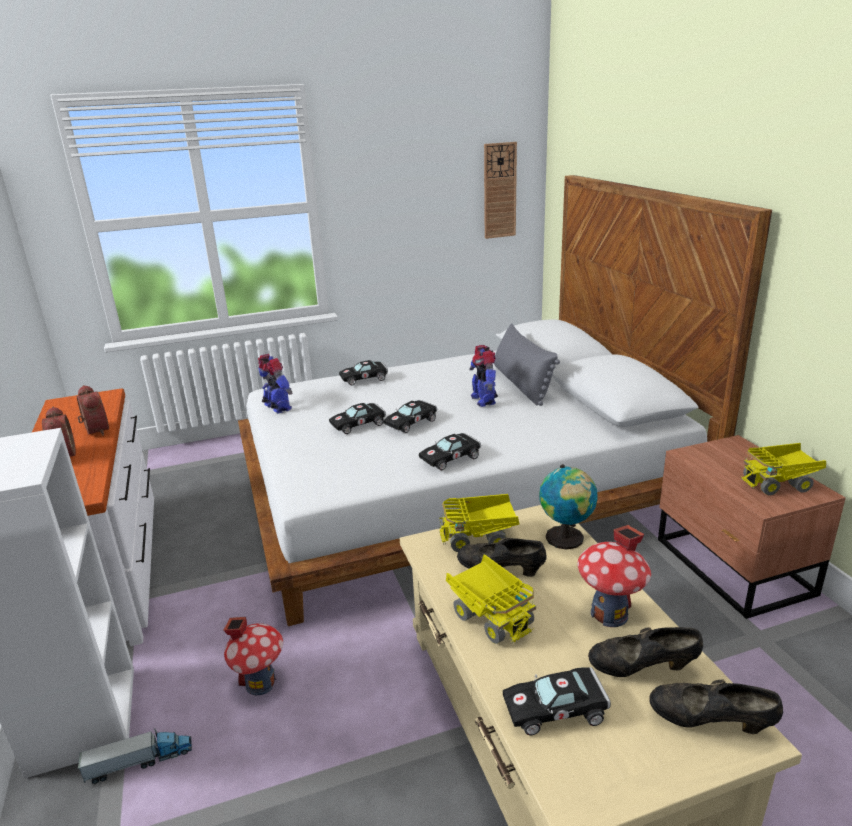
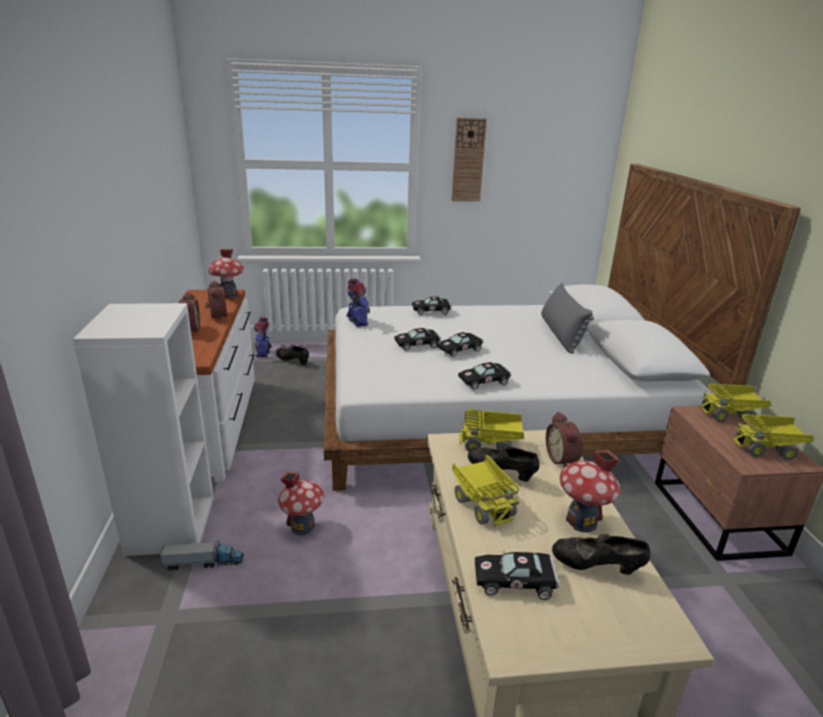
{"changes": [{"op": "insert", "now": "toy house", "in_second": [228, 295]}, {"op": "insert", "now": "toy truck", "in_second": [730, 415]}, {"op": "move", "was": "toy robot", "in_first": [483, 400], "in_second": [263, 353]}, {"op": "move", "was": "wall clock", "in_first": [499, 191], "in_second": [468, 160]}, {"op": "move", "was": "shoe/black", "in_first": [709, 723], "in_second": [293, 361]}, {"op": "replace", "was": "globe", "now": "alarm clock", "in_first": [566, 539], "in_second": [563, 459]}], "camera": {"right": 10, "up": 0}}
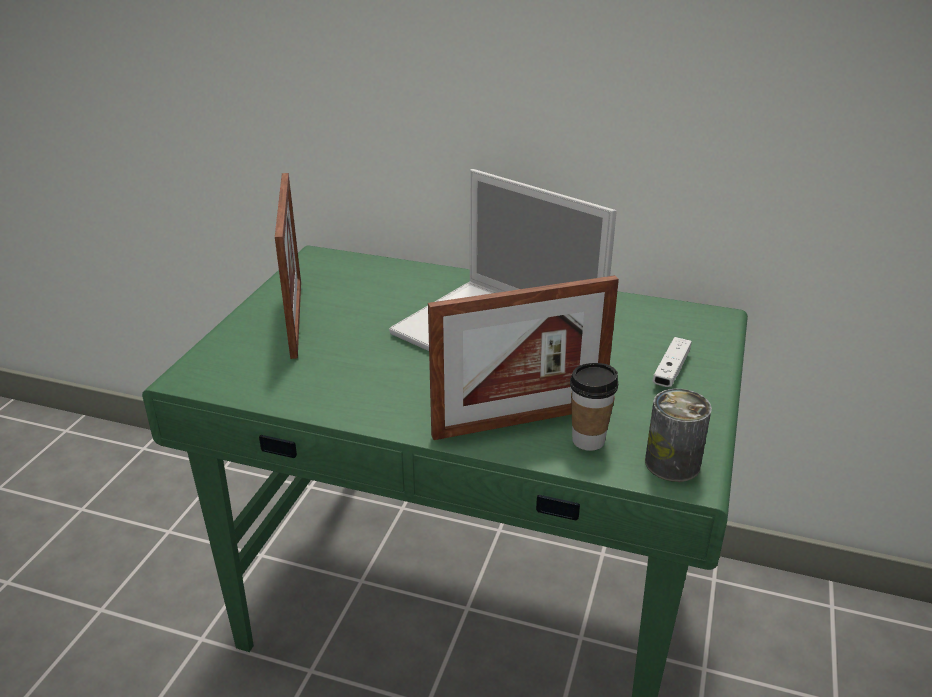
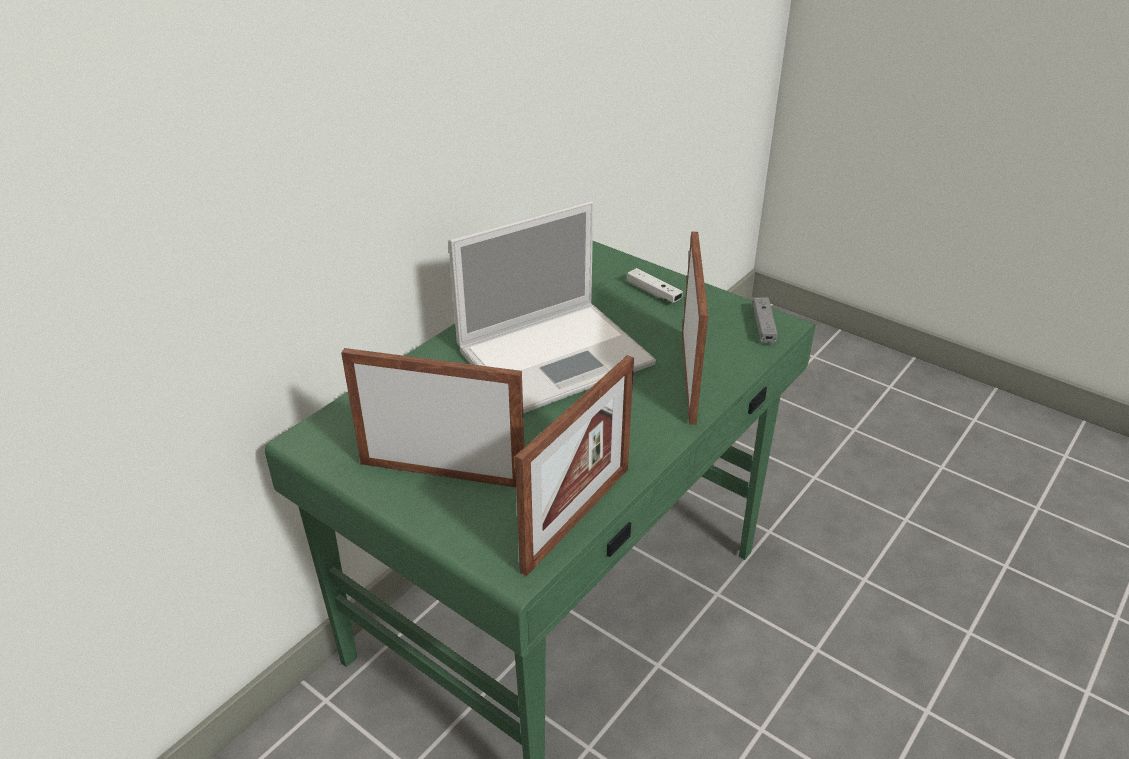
{"changes": [{"op": "delete", "was": "cup", "in_first": [588, 440]}, {"op": "insert", "now": "picture frame", "in_second": [577, 518]}, {"op": "replace", "was": "can", "now": "game controller/grey", "in_first": [672, 463], "in_second": [763, 326]}], "camera": {"right": -70, "up": 5}}
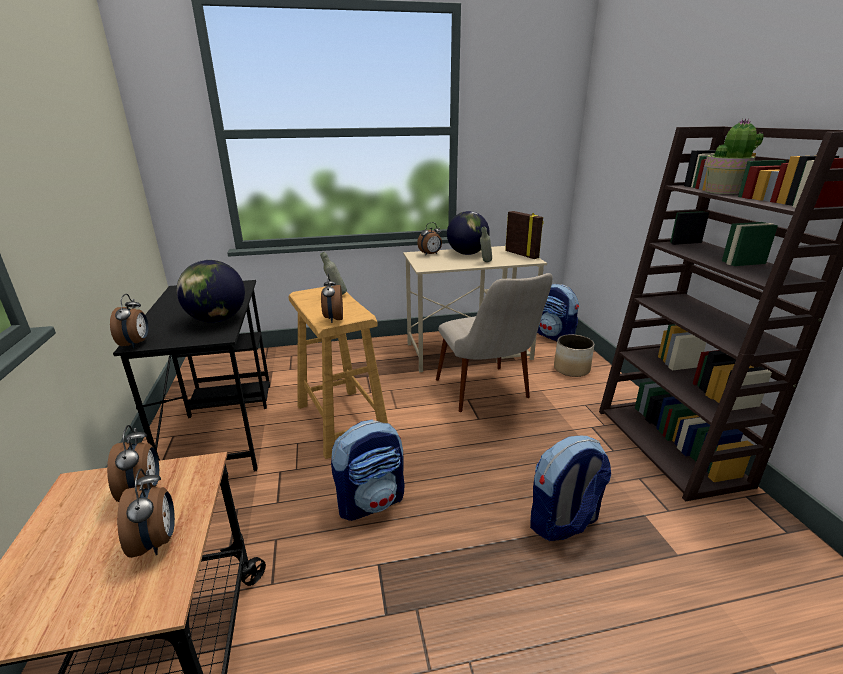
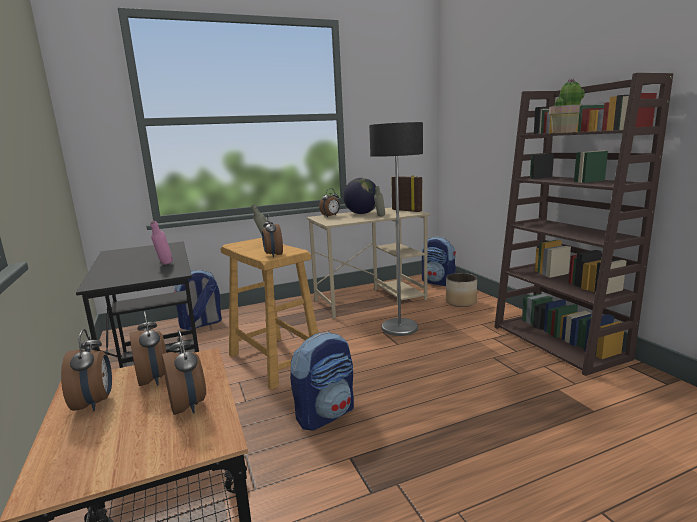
{"changes": [{"op": "move", "was": "alarm clock", "in_first": [136, 343], "in_second": [95, 403]}, {"op": "move", "was": "backpack", "in_first": [563, 522], "in_second": [201, 324]}, {"op": "replace", "was": "globe", "now": "bottle/pink", "in_first": [217, 320], "in_second": [164, 265]}, {"op": "replace", "was": "chair/beige", "now": "floor lamp", "in_first": [488, 396], "in_second": [399, 328]}], "camera": {"right": -10, "up": -10}}
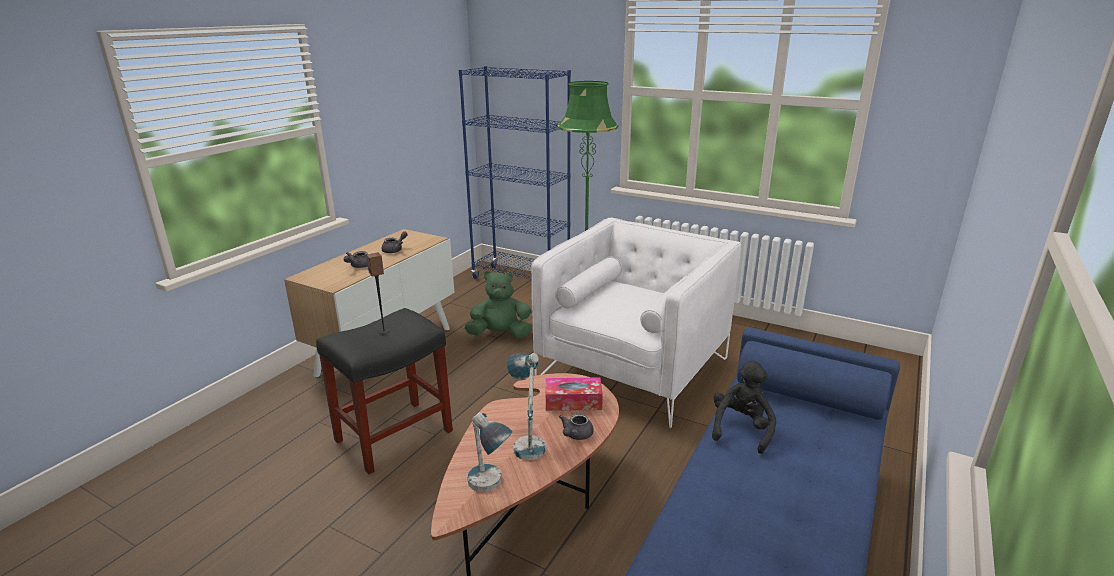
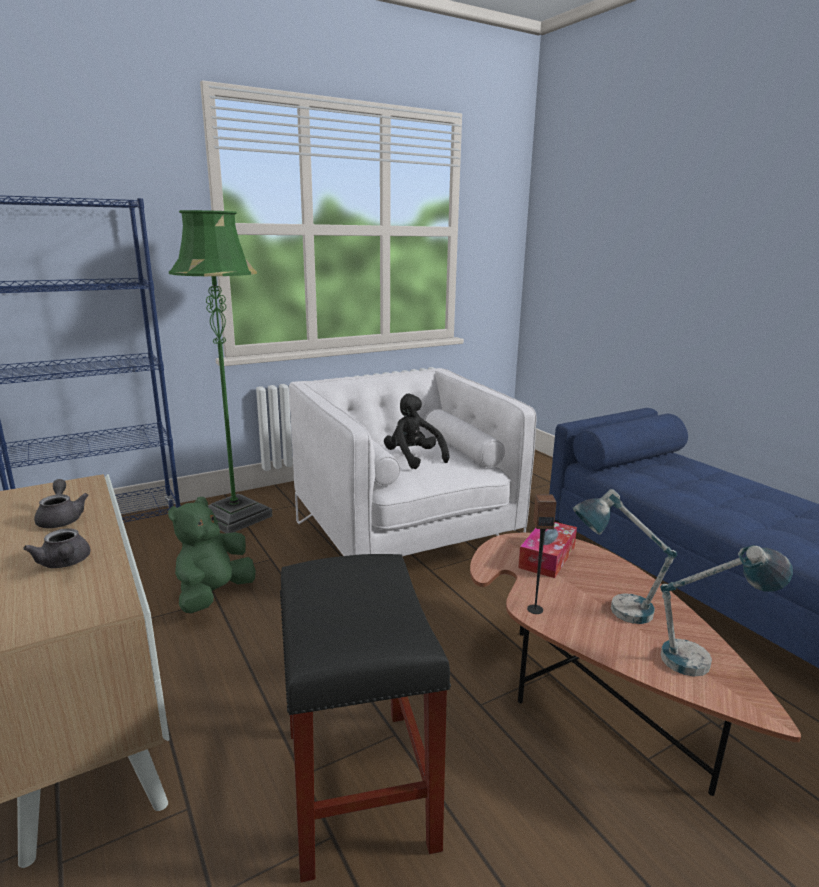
{"changes": [{"op": "delete", "was": "teapot/grey", "in_first": [576, 435]}, {"op": "move", "was": "speaker", "in_first": [384, 331], "in_second": [535, 609]}, {"op": "move", "was": "plush toy/black", "in_first": [741, 429], "in_second": [413, 458]}], "camera": {"right": -60, "up": -5}}
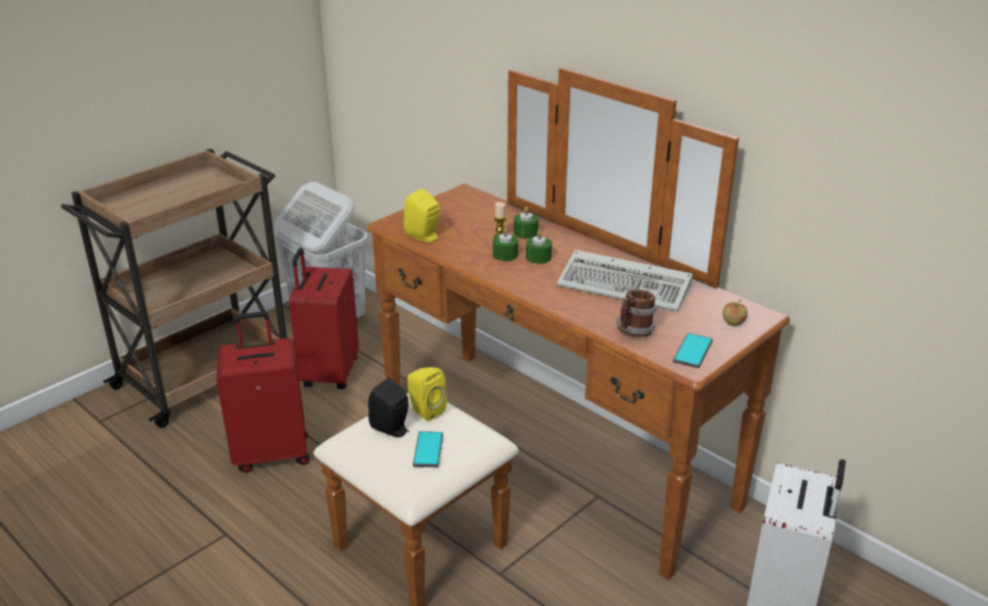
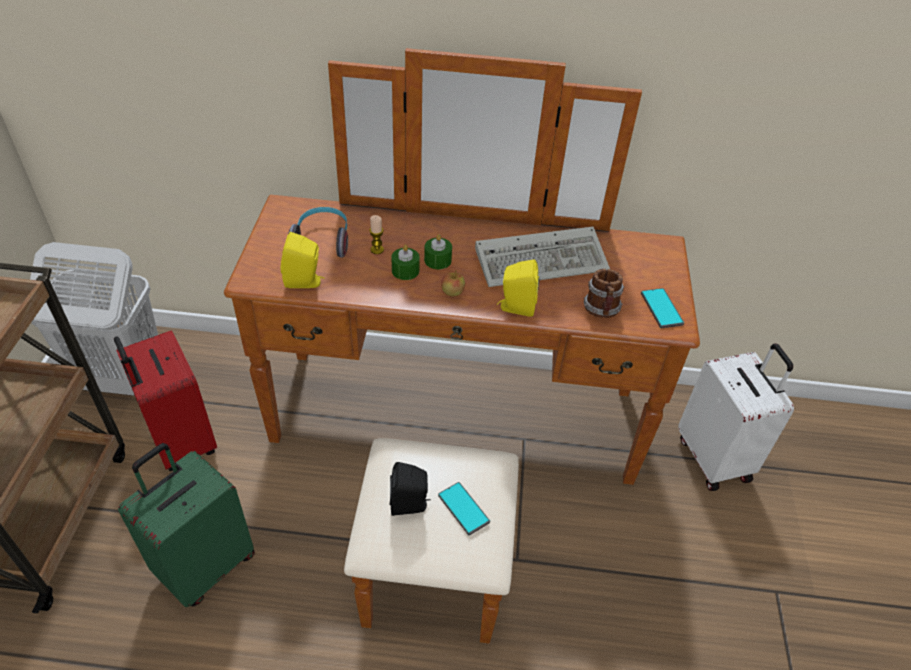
{"changes": [{"op": "delete", "was": "candle/green", "in_first": [525, 233]}, {"op": "insert", "now": "headphones", "in_second": [322, 240]}, {"op": "move", "was": "speaker/yellow", "in_first": [425, 410], "in_second": [515, 307]}, {"op": "move", "was": "apple", "in_first": [733, 323], "in_second": [452, 292]}, {"op": "recolor", "was": "suitcase/red", "now": "suitcase/green", "in_first": [272, 453], "in_second": [205, 565]}], "camera": {"right": -40, "up": 15}}
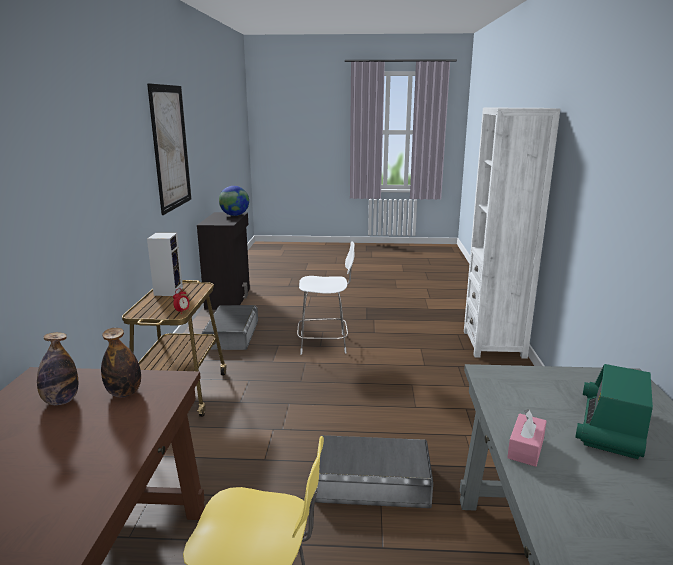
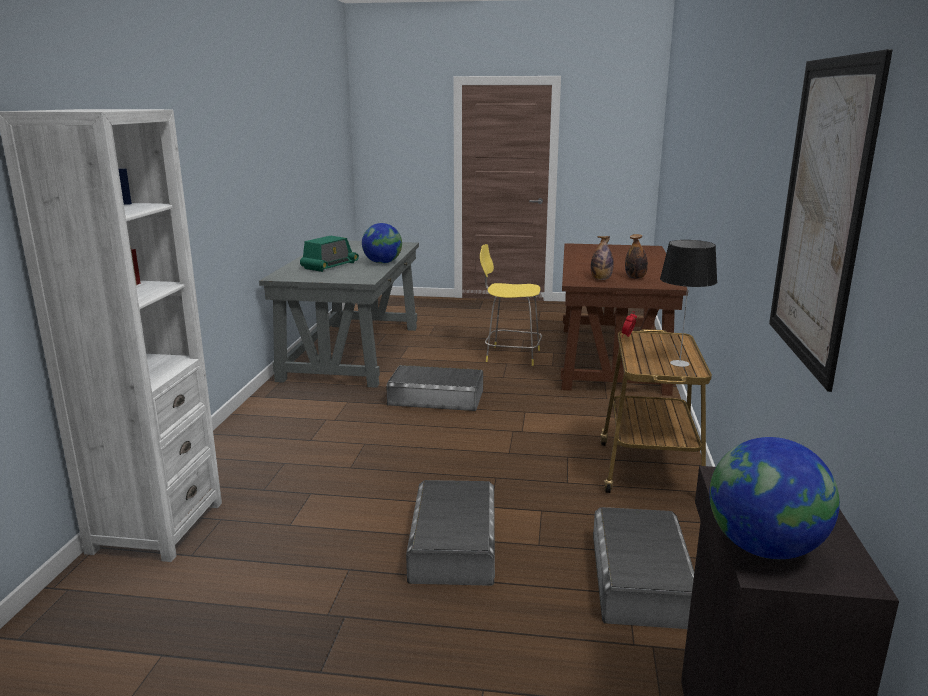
{"changes": [{"op": "replace", "was": "speaker", "now": "table lamp", "in_first": [168, 291], "in_second": [680, 363]}, {"op": "replace", "was": "stool/white", "now": "storage box/grey", "in_first": [325, 344], "in_second": [453, 543]}, {"op": "replace", "was": "tissue box/pink", "now": "globe", "in_first": [526, 448], "in_second": [382, 263]}], "camera": {"right": -175, "up": 0}}
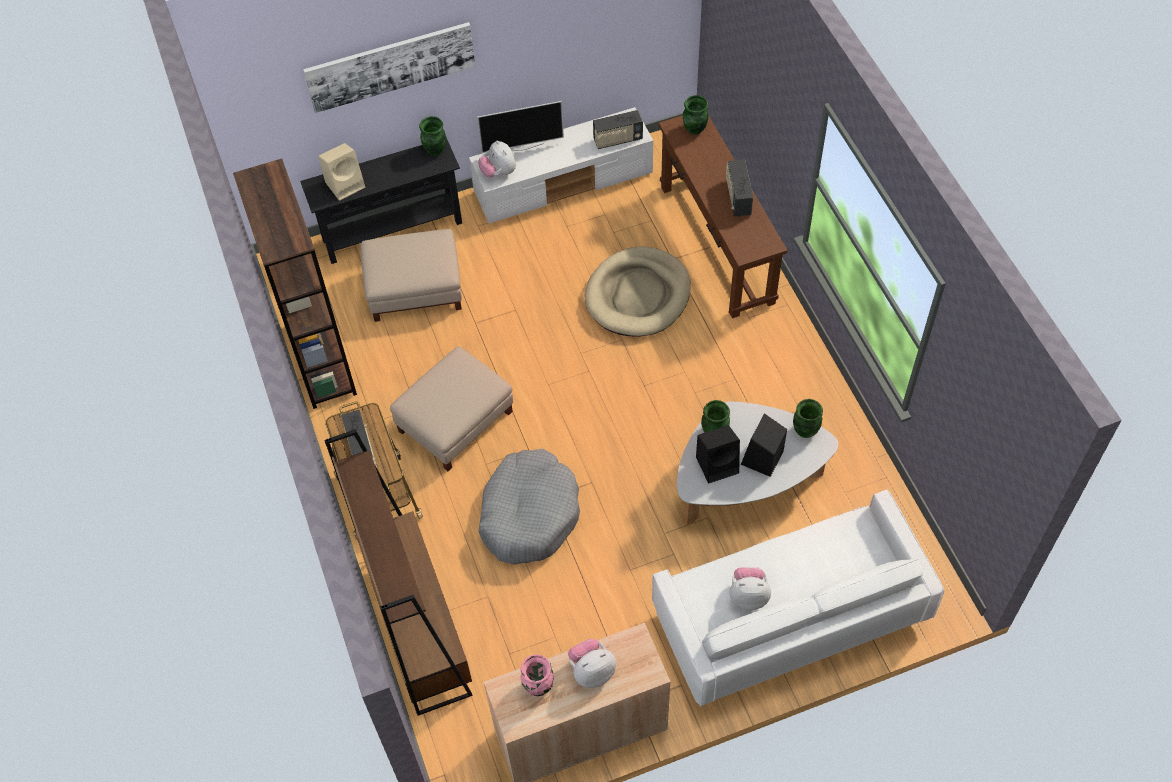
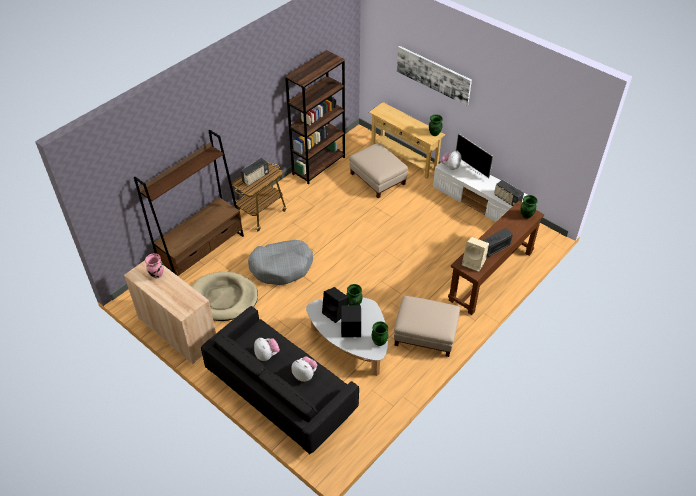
{"changes": [{"op": "move", "was": "speaker/beige", "in_first": [346, 184], "in_second": [474, 262]}, {"op": "move", "was": "ottoman/beige", "in_first": [455, 420], "in_second": [425, 334]}, {"op": "move", "was": "plush toy", "in_first": [591, 671], "in_second": [305, 375]}, {"op": "move", "was": "dog bed/beige", "in_first": [638, 295], "in_second": [224, 298]}, {"op": "recolor", "was": "console table/black", "now": "console table/beige", "in_first": [392, 230], "in_second": [404, 158]}, {"op": "recolor", "was": "sofa/white", "now": "sofa/black", "in_first": [789, 616], "in_second": [281, 392]}], "camera": {"right": 60, "up": -10}}
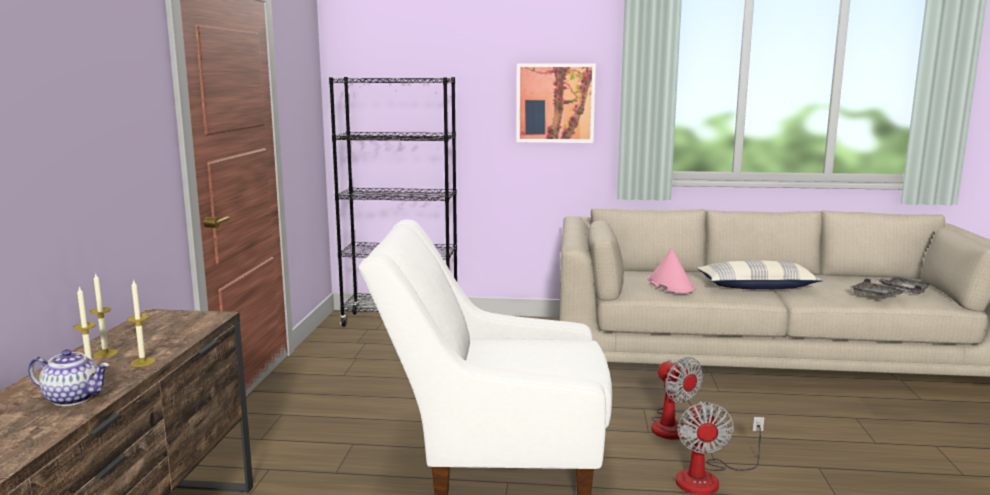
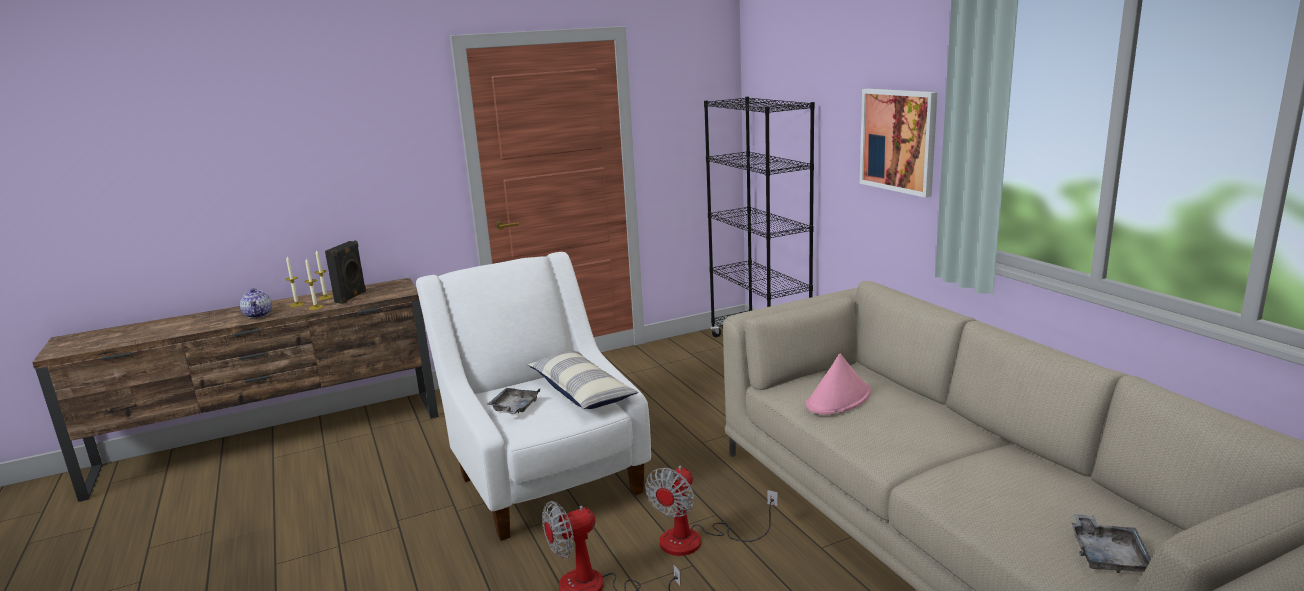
{"changes": [{"op": "insert", "now": "speaker/black", "in_second": [352, 297]}, {"op": "move", "was": "pillow", "in_first": [757, 286], "in_second": [582, 392]}, {"op": "move", "was": "tray/grey", "in_first": [876, 296], "in_second": [514, 408]}], "camera": {"right": 60, "up": 5}}
